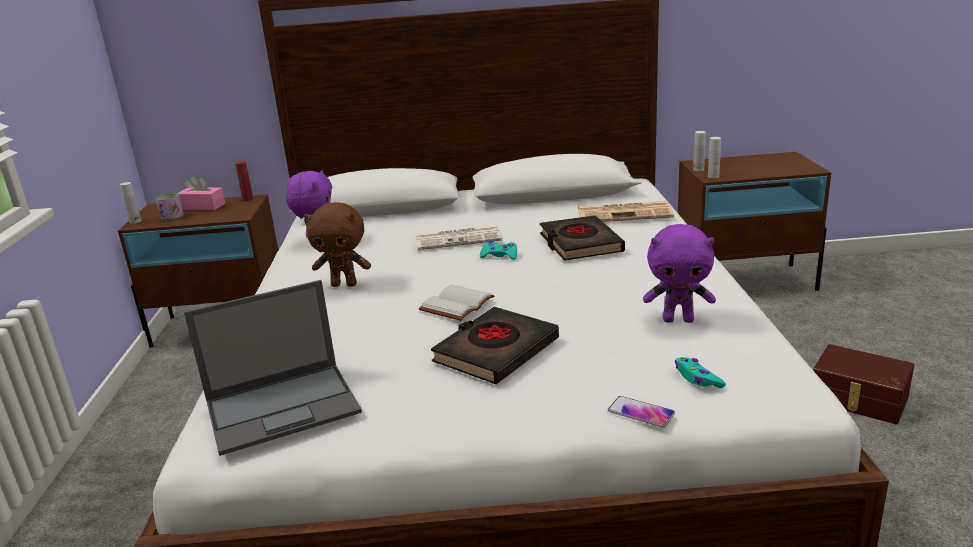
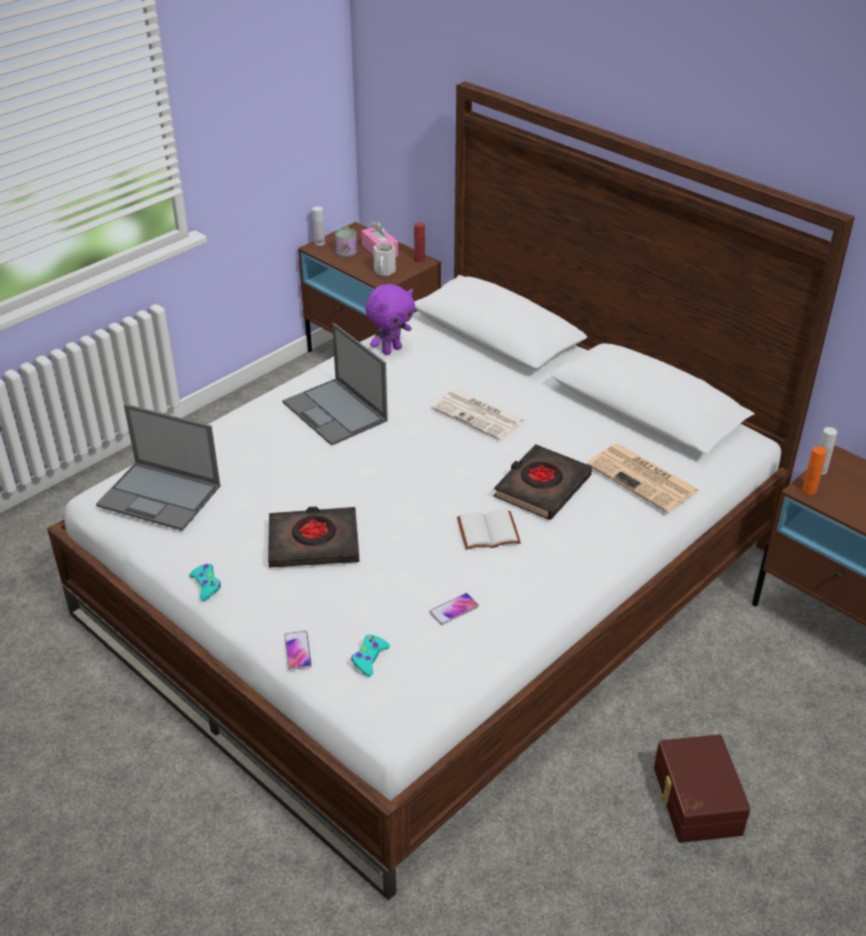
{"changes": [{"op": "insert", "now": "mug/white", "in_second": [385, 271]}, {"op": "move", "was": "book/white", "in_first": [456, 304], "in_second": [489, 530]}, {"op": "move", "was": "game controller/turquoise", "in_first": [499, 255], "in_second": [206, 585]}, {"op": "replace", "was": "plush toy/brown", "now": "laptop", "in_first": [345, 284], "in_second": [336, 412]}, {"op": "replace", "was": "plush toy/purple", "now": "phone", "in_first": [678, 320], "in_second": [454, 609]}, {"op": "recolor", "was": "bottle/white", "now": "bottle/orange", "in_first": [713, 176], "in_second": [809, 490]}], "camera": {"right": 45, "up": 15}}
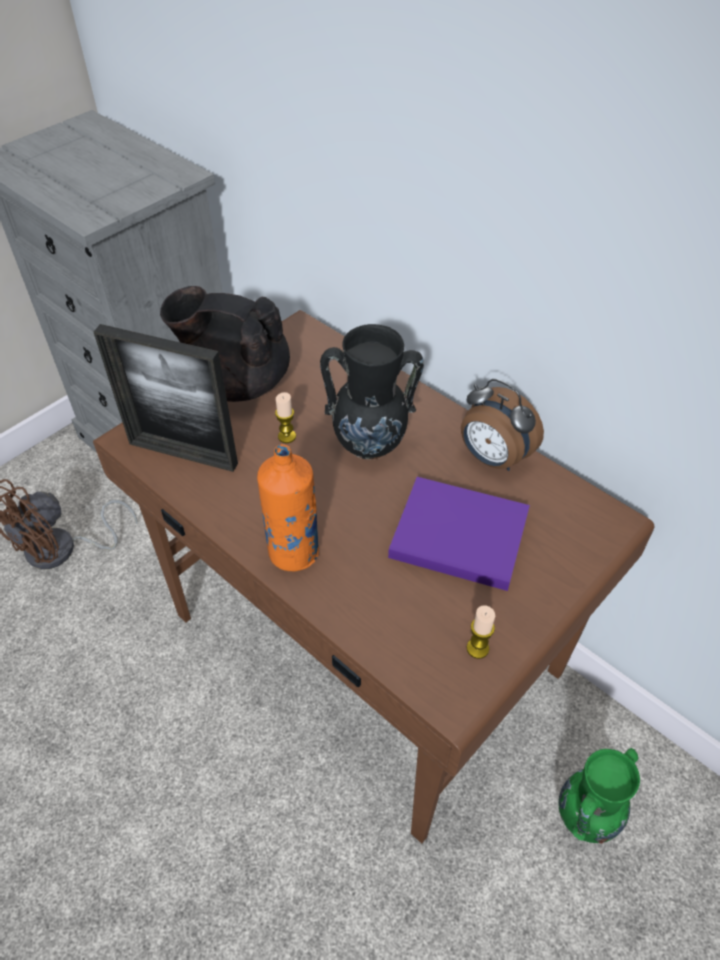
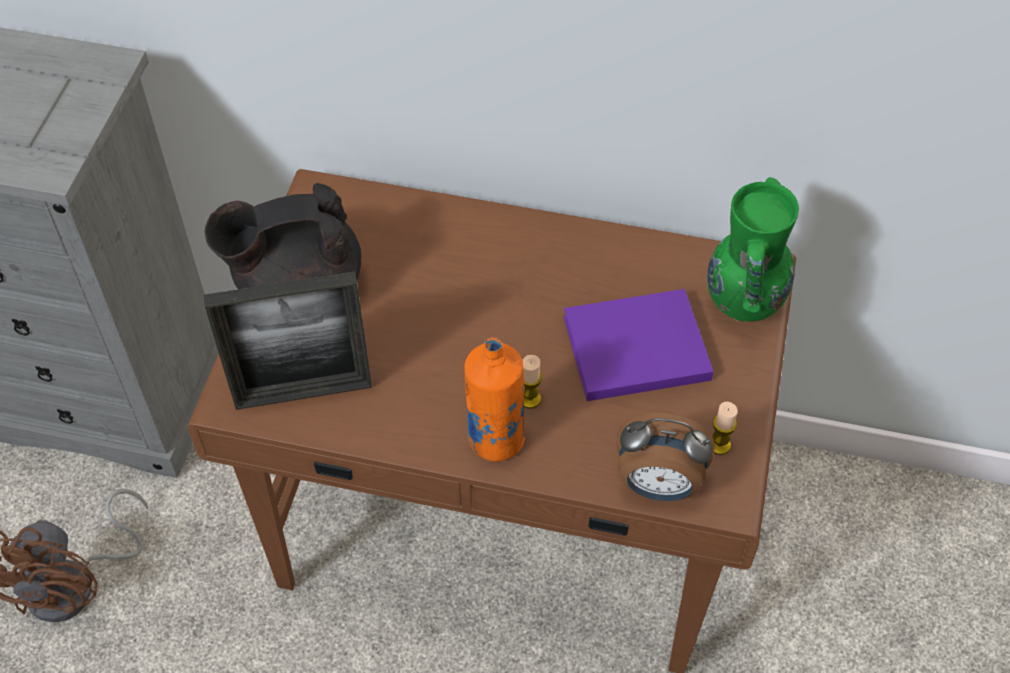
{"changes": [{"op": "delete", "was": "vase/black", "in_first": [371, 446]}, {"op": "move", "was": "candle", "in_first": [287, 436], "in_second": [530, 399]}, {"op": "move", "was": "alarm clock", "in_first": [492, 459], "in_second": [658, 485]}, {"op": "move", "was": "vase/green", "in_first": [584, 818], "in_second": [742, 305]}], "camera": {"right": -30, "up": 5}}
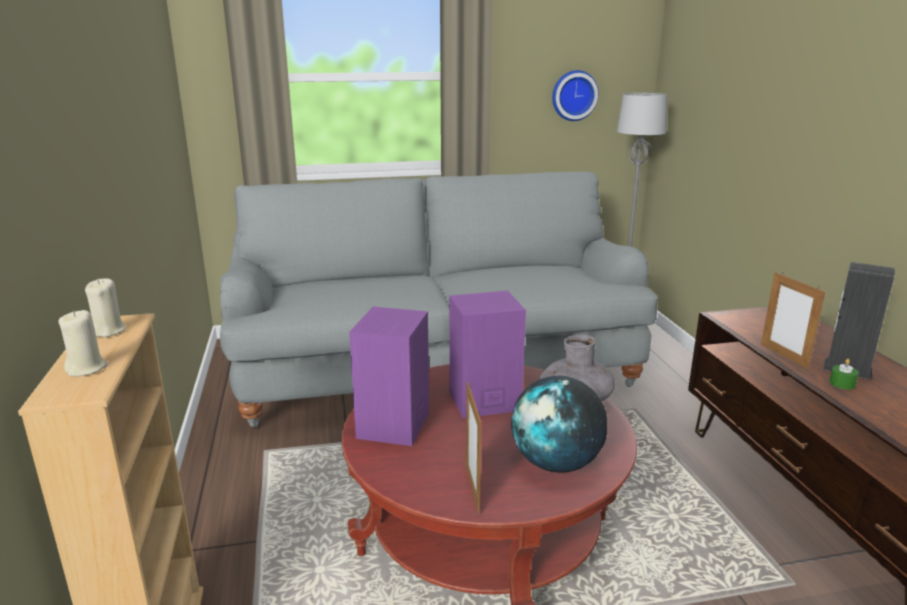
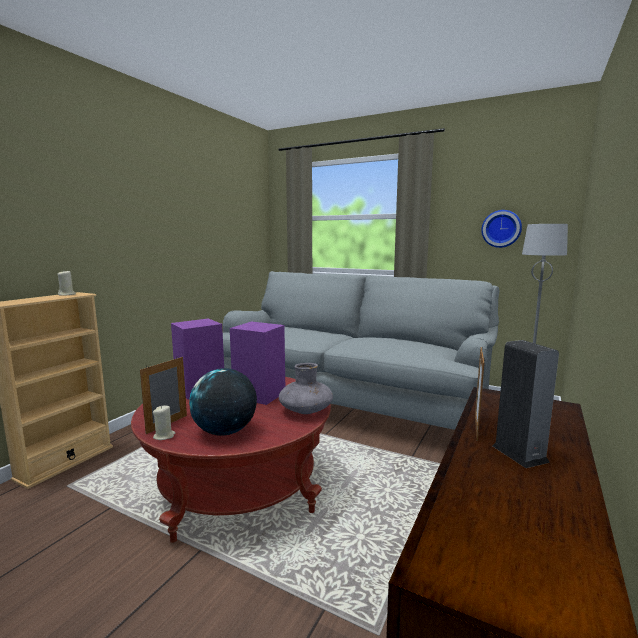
{"changes": [{"op": "delete", "was": "candle/green", "in_first": [842, 383]}, {"op": "move", "was": "candle/beige", "in_first": [87, 368], "in_second": [164, 436]}], "camera": {"right": 40, "up": -10}}
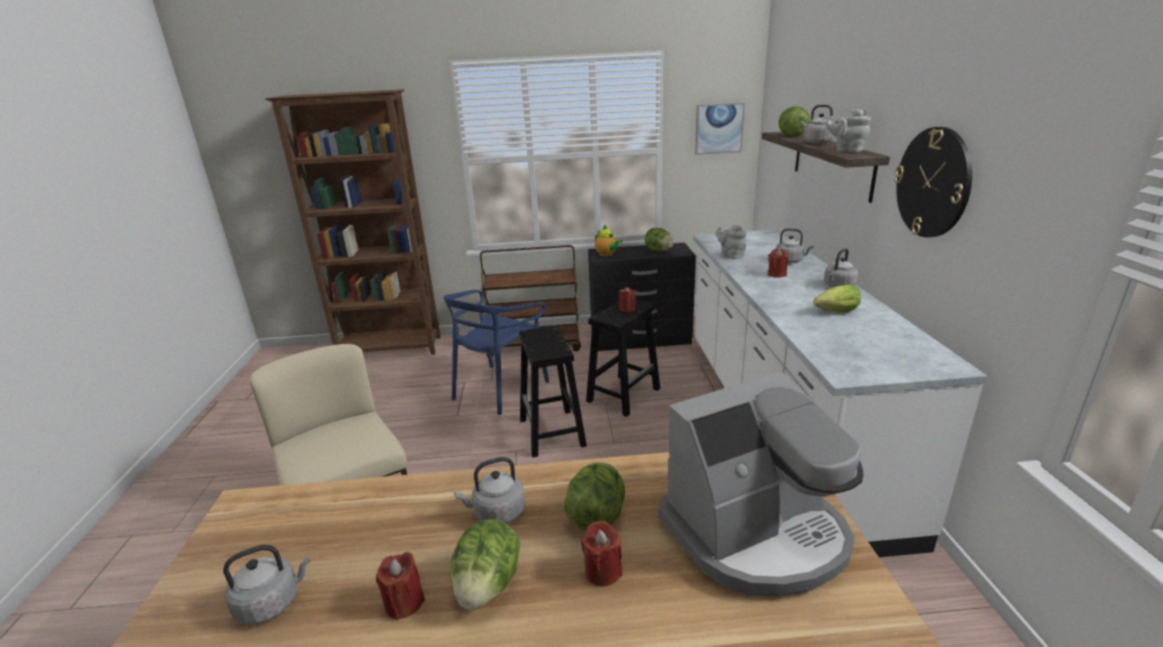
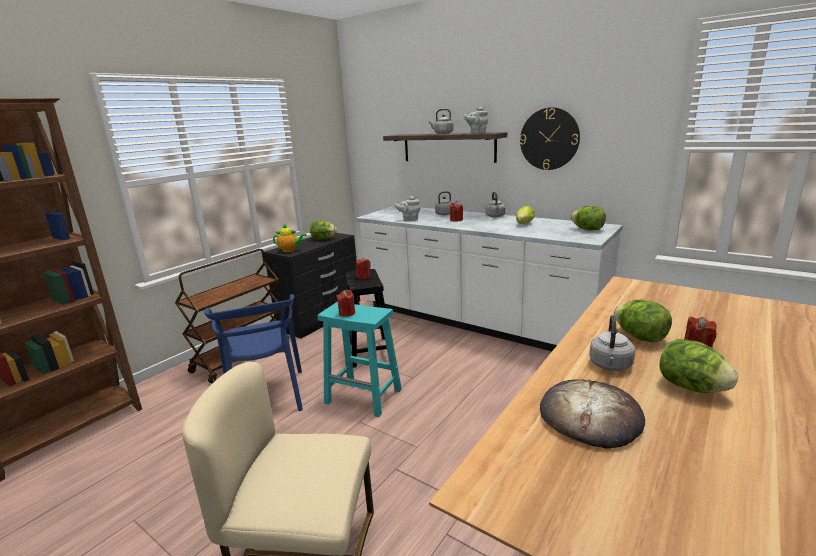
{"changes": [{"op": "delete", "was": "kettle/grey", "in_first": [272, 602]}, {"op": "delete", "was": "coffee machine", "in_first": [756, 533]}, {"op": "delete", "was": "picture", "in_first": [719, 128]}, {"op": "insert", "now": "bread", "in_second": [590, 416]}, {"op": "move", "was": "candle/red", "in_first": [404, 602], "in_second": [347, 313]}, {"op": "move", "was": "lettuce", "in_first": [791, 136], "in_second": [587, 229]}, {"op": "recolor", "was": "stool/black", "now": "stool/turquoise", "in_first": [552, 433], "in_second": [364, 396]}], "camera": {"right": -50, "up": -5}}
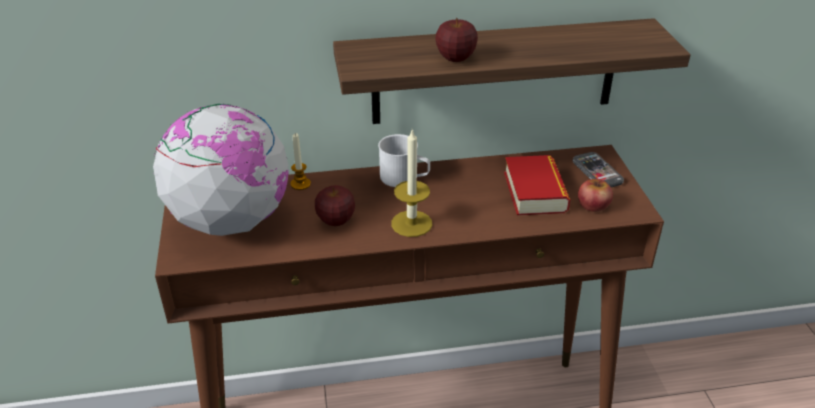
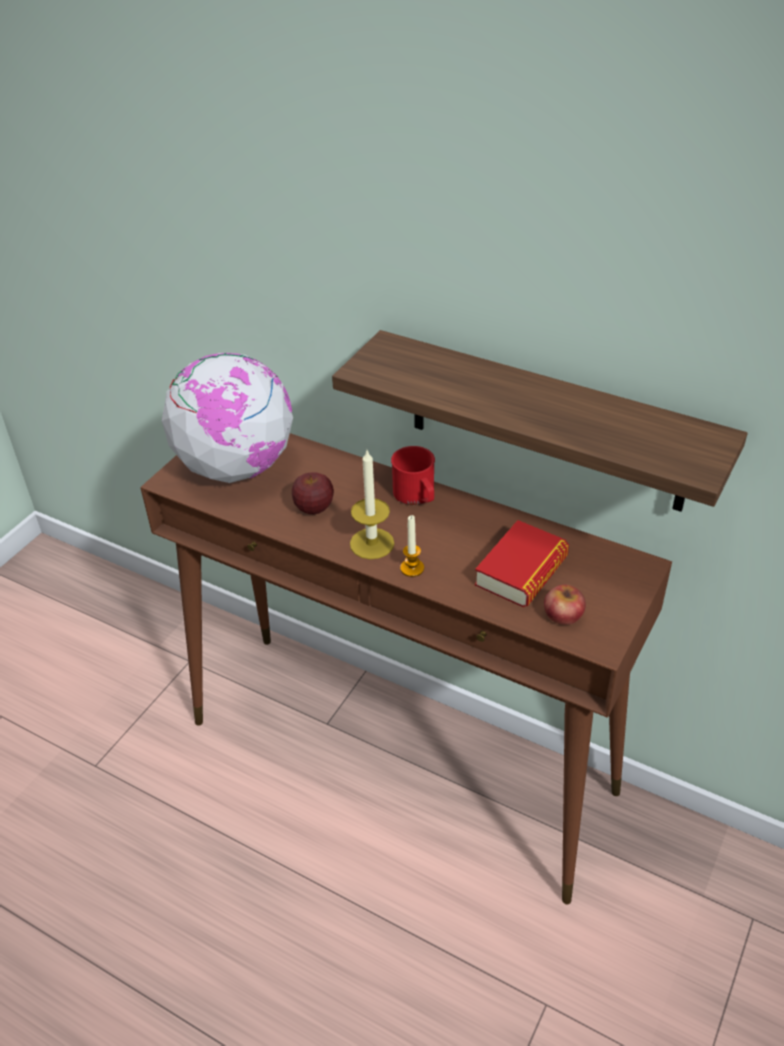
{"changes": [{"op": "delete", "was": "apple", "in_first": [456, 58]}, {"op": "delete", "was": "phone", "in_first": [597, 172]}, {"op": "move", "was": "candle", "in_first": [300, 184], "in_second": [412, 568]}, {"op": "recolor", "was": "mug/white", "now": "mug/red", "in_first": [404, 178], "in_second": [417, 496]}], "camera": {"right": 40, "up": 5}}
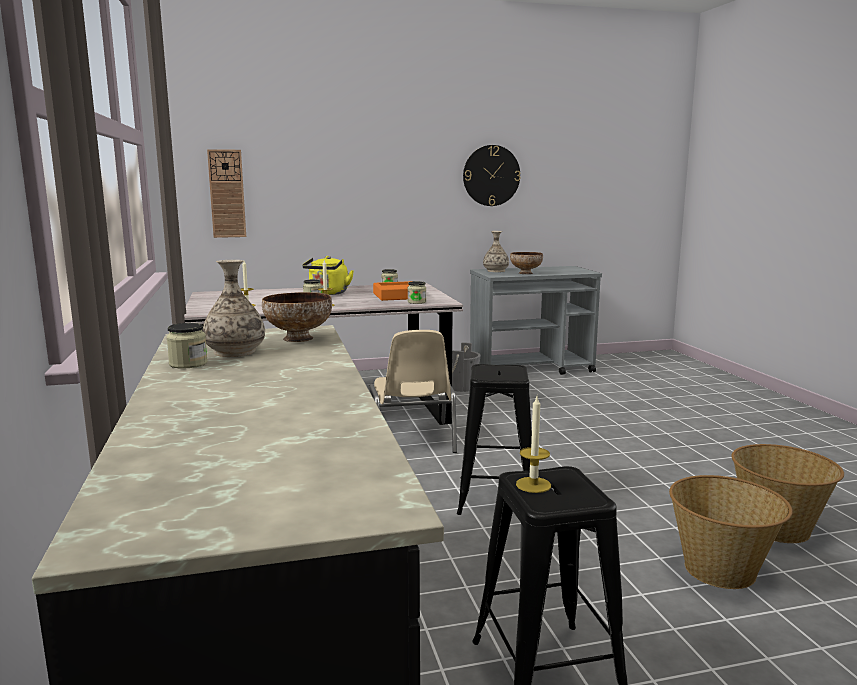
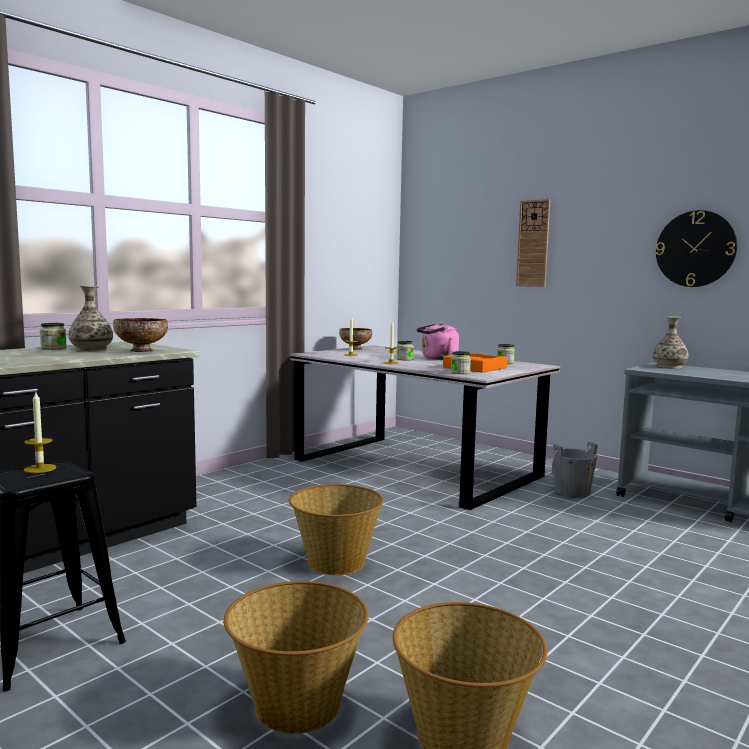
{"changes": [{"op": "delete", "was": "chair/beige", "in_first": [412, 440]}, {"op": "move", "was": "wall clock", "in_first": [227, 194], "in_second": [533, 243]}, {"op": "move", "was": "bowl", "in_first": [526, 273], "in_second": [355, 349]}, {"op": "replace", "was": "stool/black", "now": "basket", "in_first": [496, 496], "in_second": [335, 562]}, {"op": "recolor", "was": "kettle/yellow", "now": "kettle/pink", "in_first": [328, 293], "in_second": [437, 358]}], "camera": {"right": 55, "up": -5}}
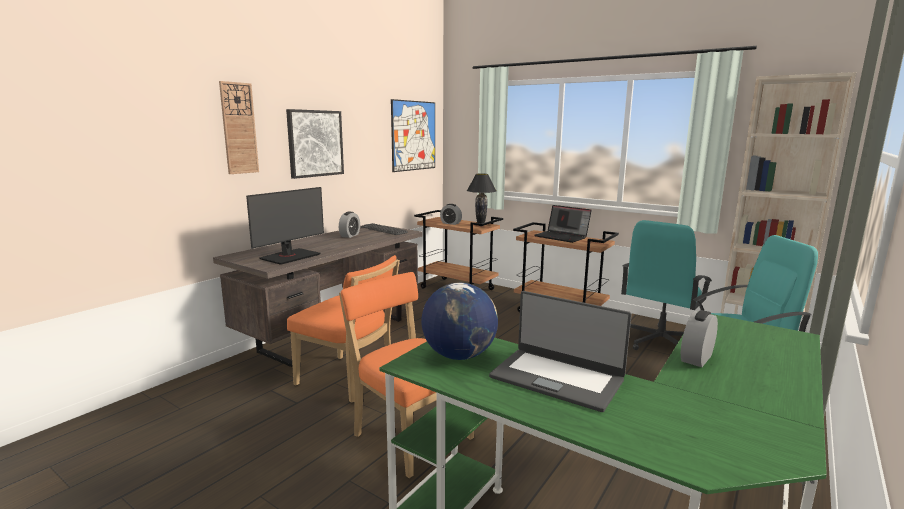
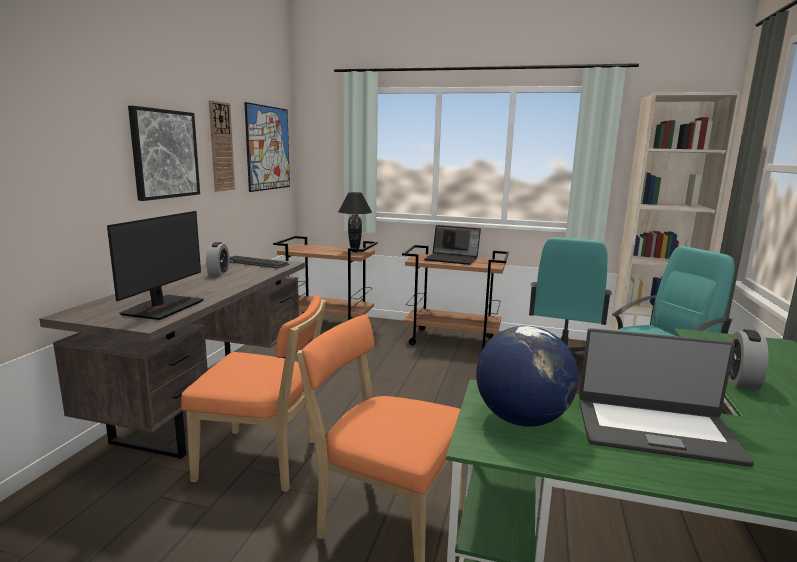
{"changes": [{"op": "delete", "was": "alarm clock", "in_first": [450, 223]}, {"op": "move", "was": "wall clock", "in_first": [239, 128], "in_second": [221, 147]}], "camera": {"right": -20, "up": 0}}
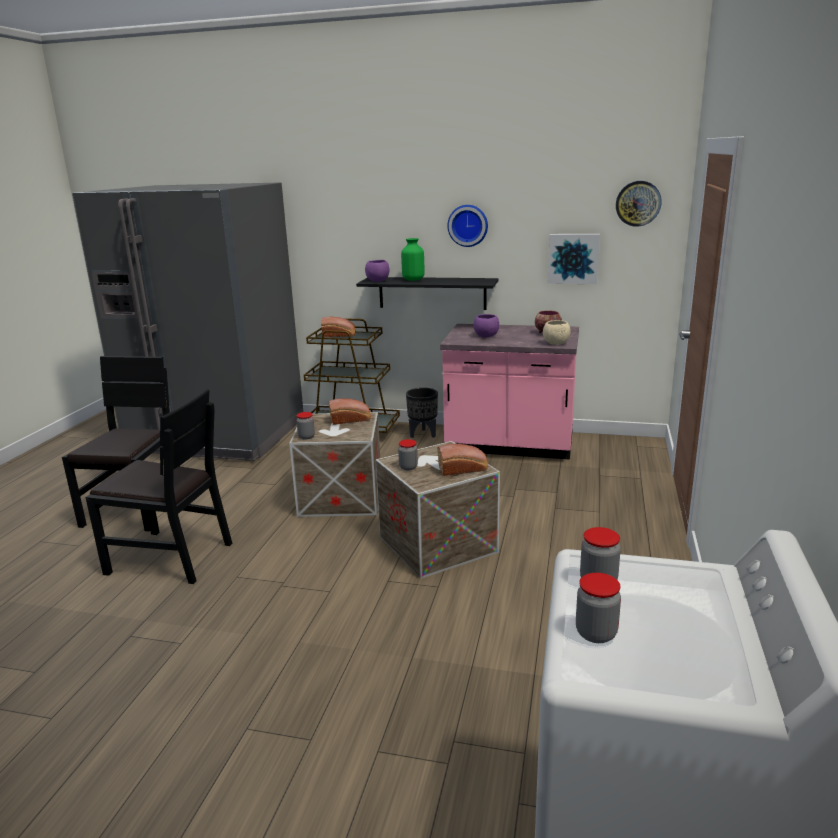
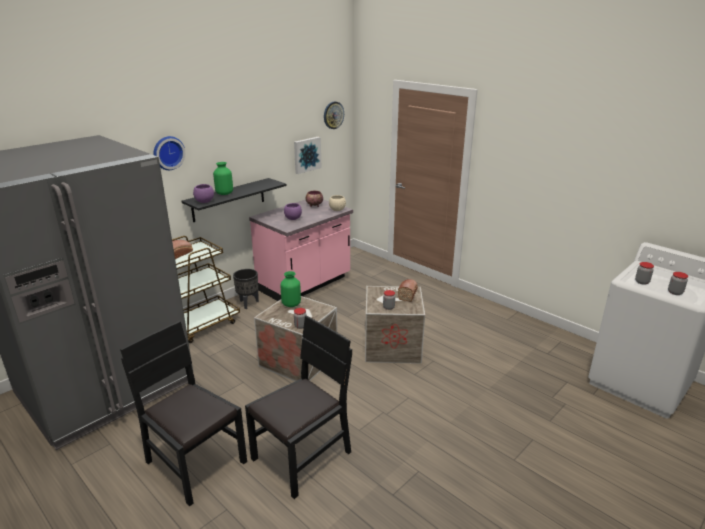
{"changes": [{"op": "move", "was": "wall clock", "in_first": [468, 225], "in_second": [168, 152]}, {"op": "replace", "was": "bread", "now": "vase/green", "in_first": [351, 419], "in_second": [291, 304]}], "camera": {"right": -60, "up": 5}}
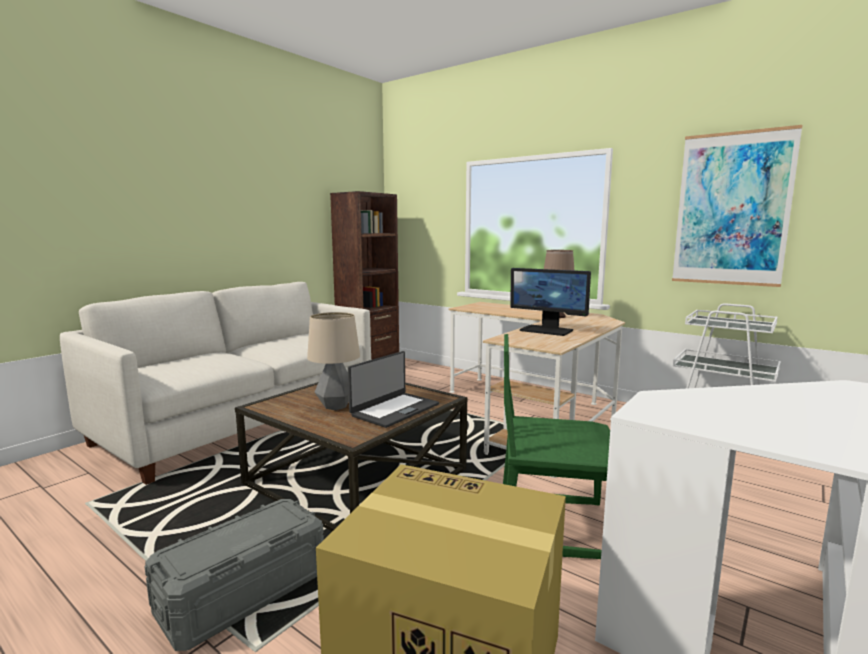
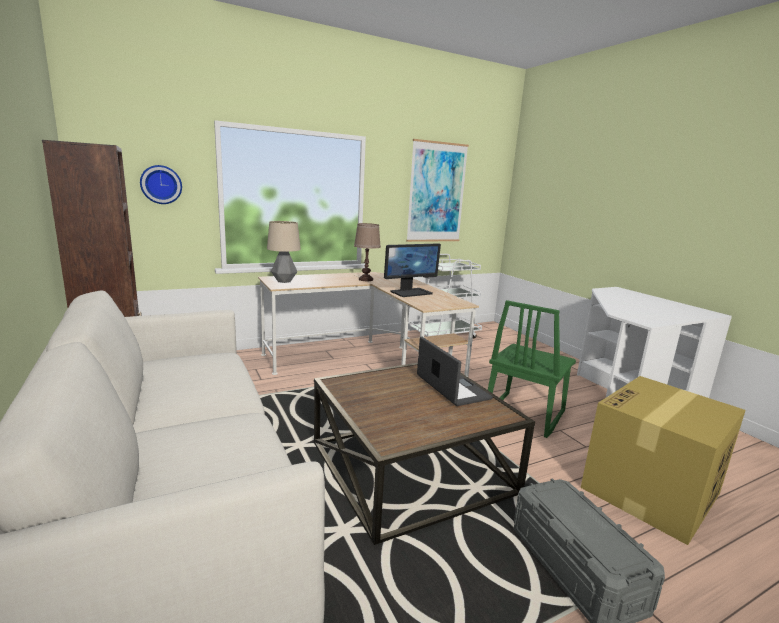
{"changes": [{"op": "insert", "now": "wall clock", "in_second": [161, 184]}, {"op": "move", "was": "table lamp", "in_first": [335, 406], "in_second": [284, 281]}], "camera": {"right": -65, "up": 5}}
